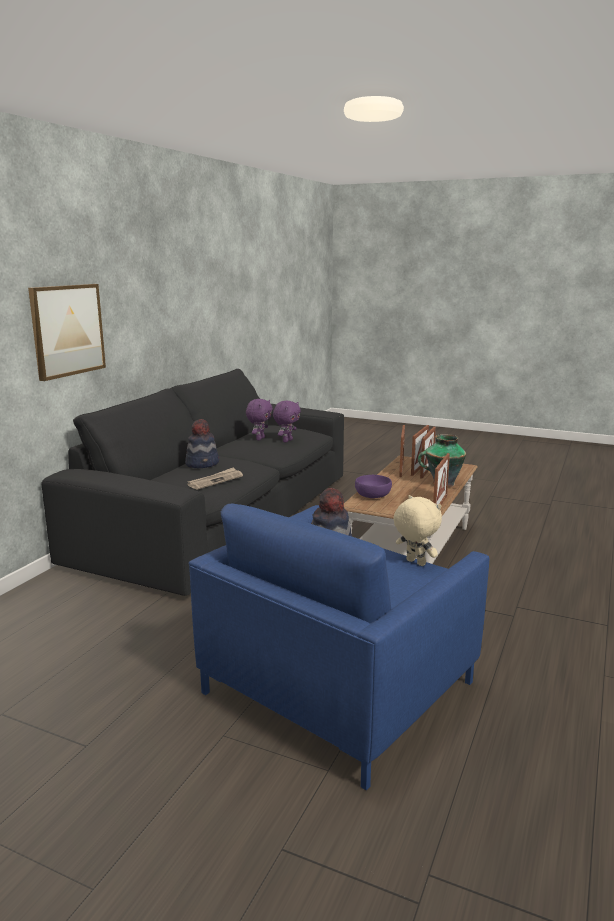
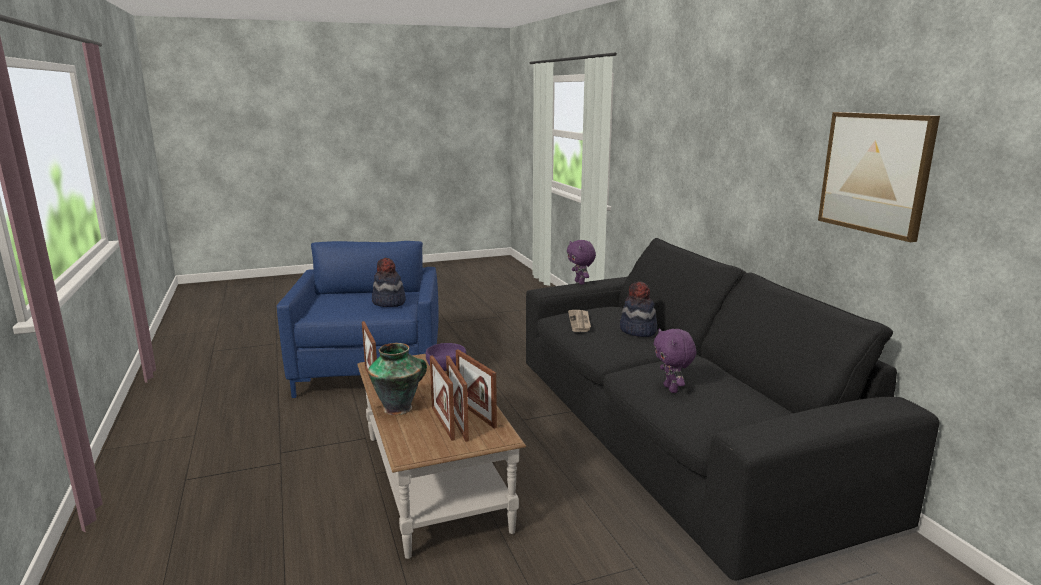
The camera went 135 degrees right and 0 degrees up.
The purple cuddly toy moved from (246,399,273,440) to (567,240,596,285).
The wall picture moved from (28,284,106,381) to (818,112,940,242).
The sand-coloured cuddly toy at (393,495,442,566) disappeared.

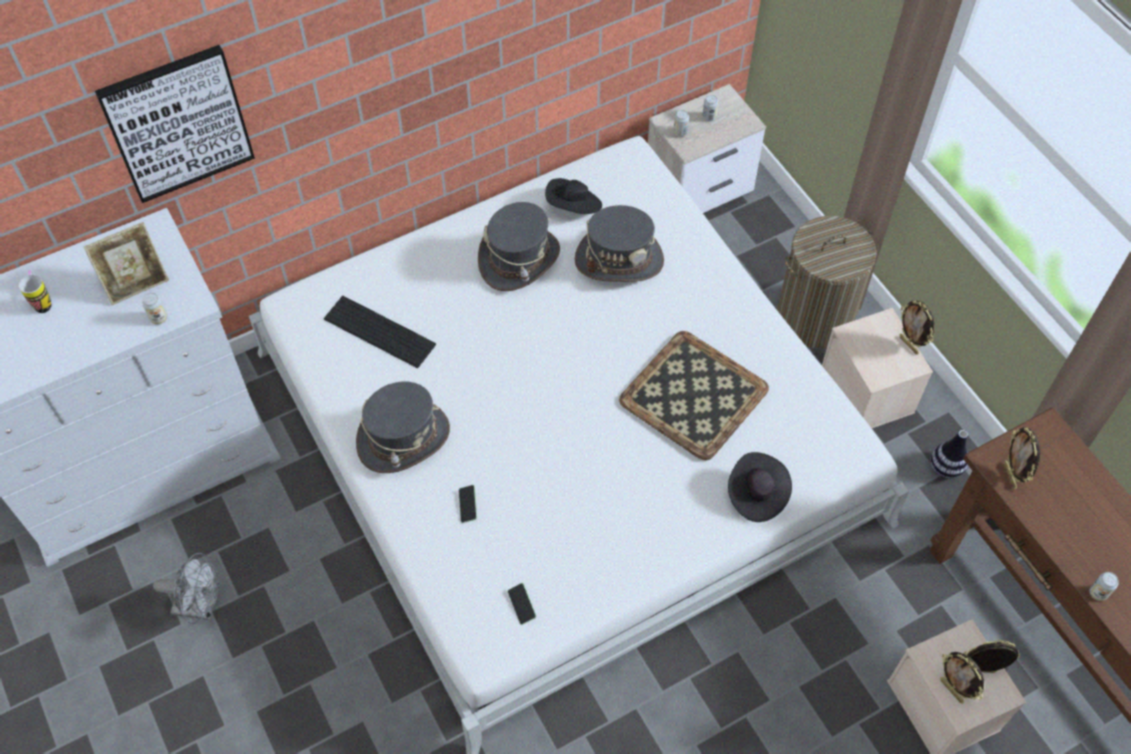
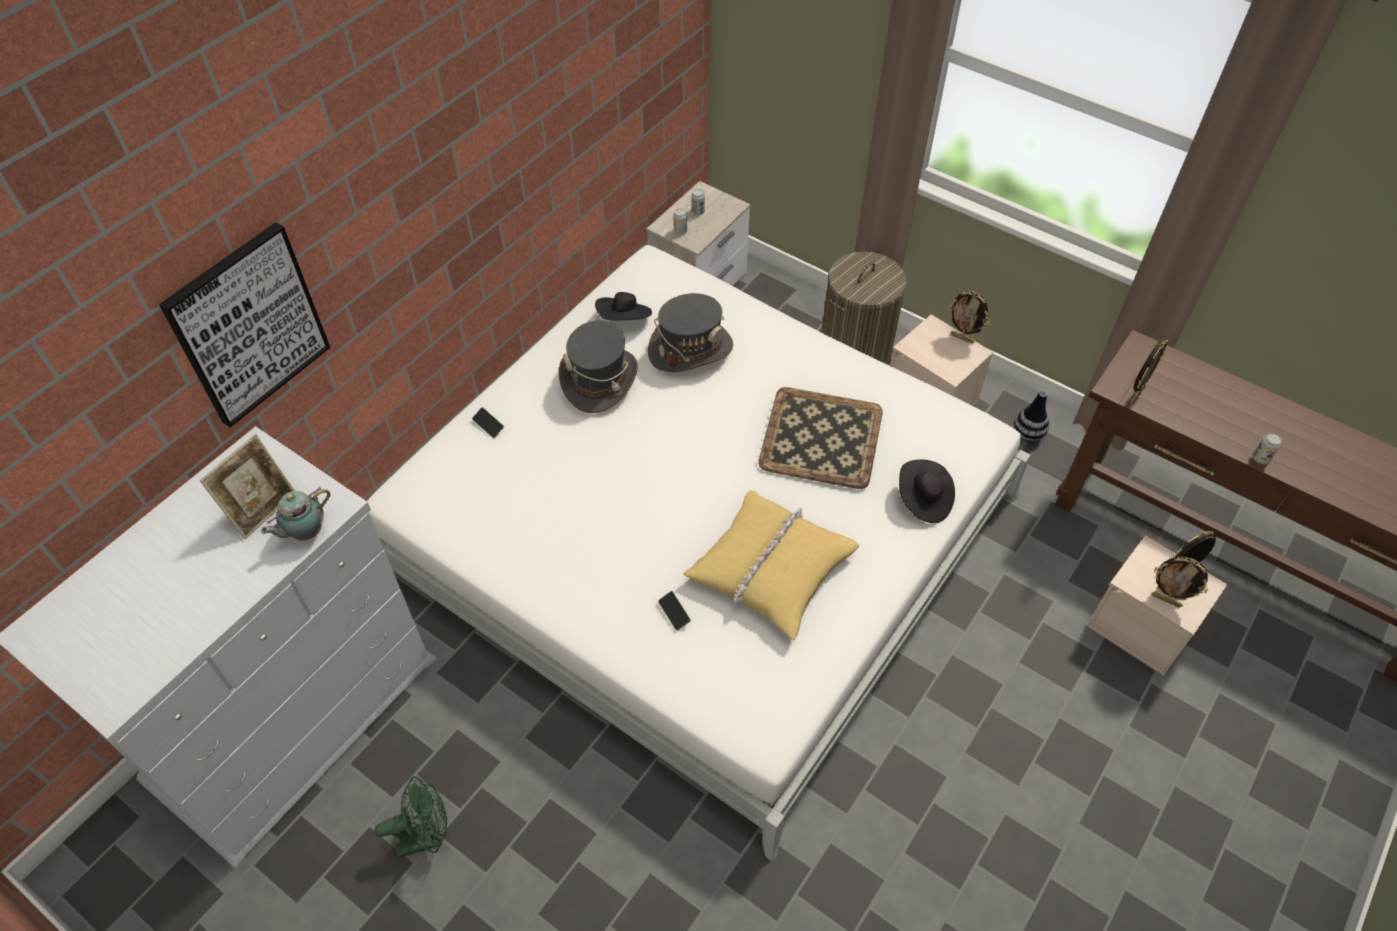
The camera went 25 degrees left and 5 degrees down.
The metal can at (142,293,168,325) was replaced by the tea pot at (261,487,330,541).
The gray electric fan at (153,553,219,624) became the green electric fan at (375,776,447,858).
The telephone moved from (508,583,536,625) to (472,407,504,438).
The yellow cushion at (683,490,859,640) appeared.
The picture frame at (1004,427,1040,490) turned 105 degrees counterclockwise.
The tea mug at (19,270,52,313) disappeared.
The computer keyboard at (324,296,436,368) disappeared.
The gray wearable hat at (356,382,450,473) disappeared.

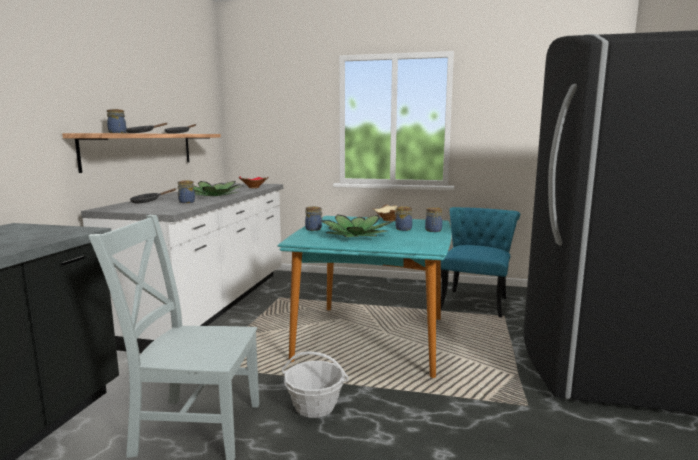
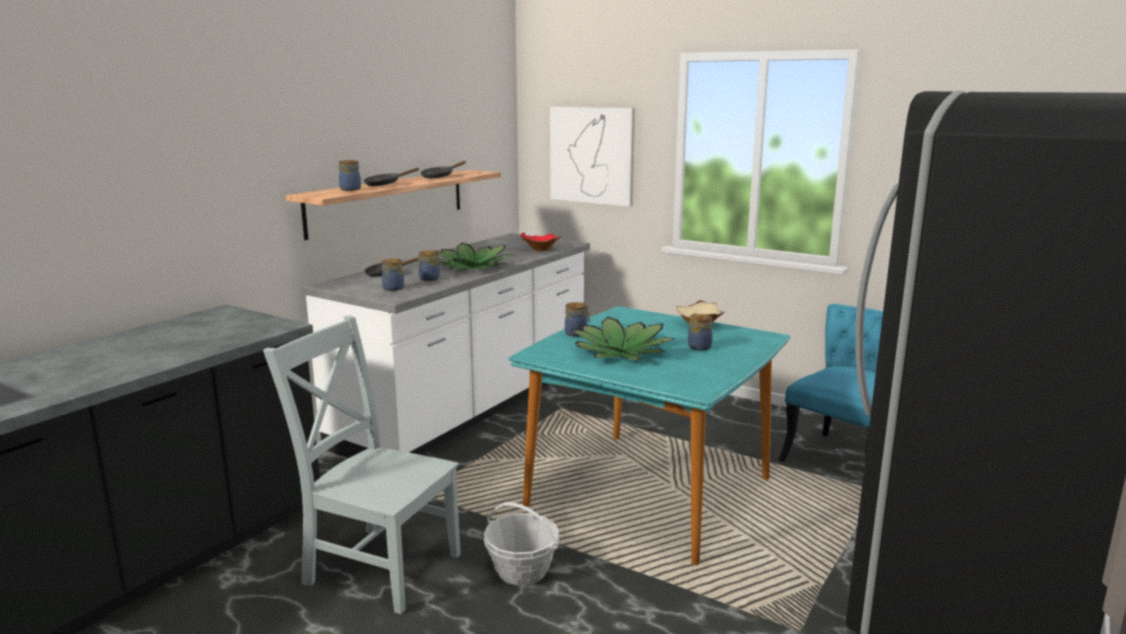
The camera went 20 degrees right and 5 degrees up.
The storage jar moved from (425,207,442,232) to (382,258,404,291).
The wall picture at (550,106,635,207) appeared.

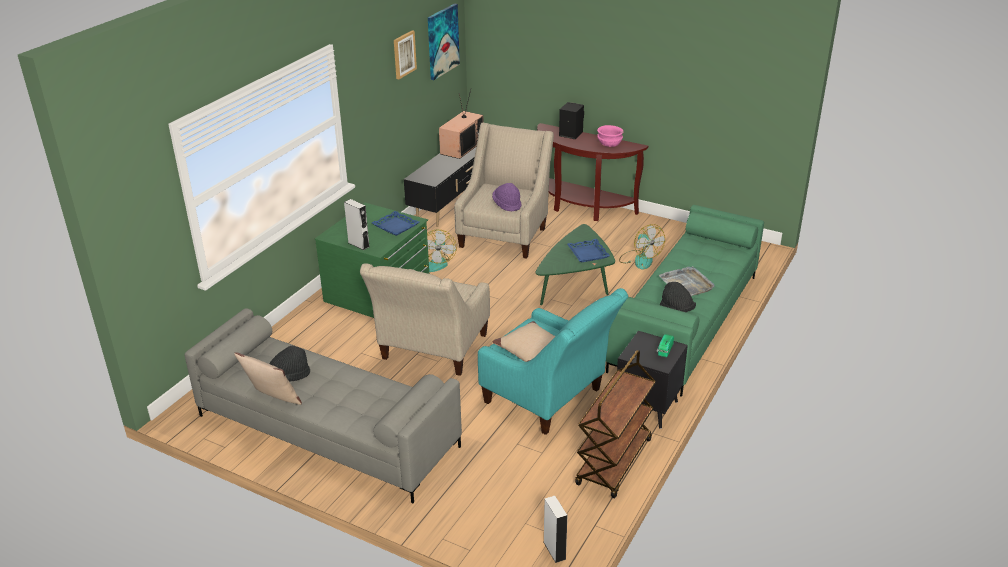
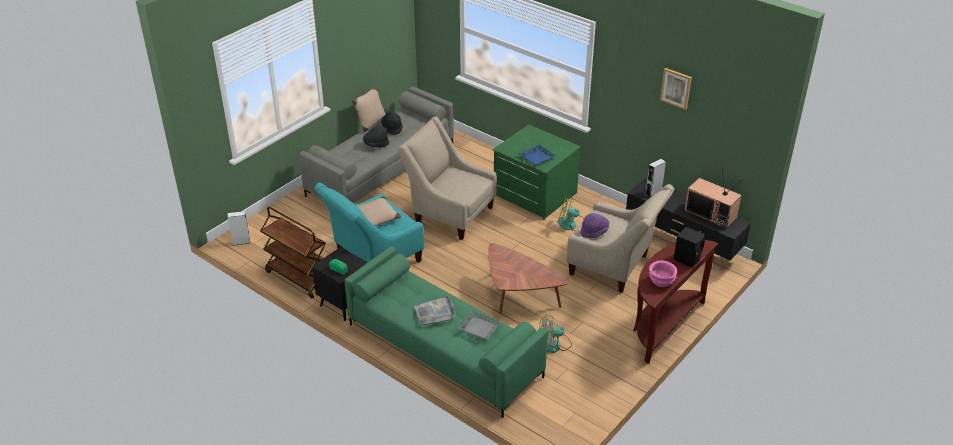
The camera went 100 degrees right and 5 degrees up.
The black-coloured wearable hat moved from (660,282,696,312) to (363,126,389,148).
The gray carrying tray at (458,311,501,340) appeared.
The green low table at (535,224,615,305) became the brownish low table at (488,243,569,313).
The gray speaker moved from (344,199,369,250) to (645,159,666,197).
The wall picture at (428,3,460,80) disappeared.
The bluish carrying tray at (567,239,610,263) disappeared.

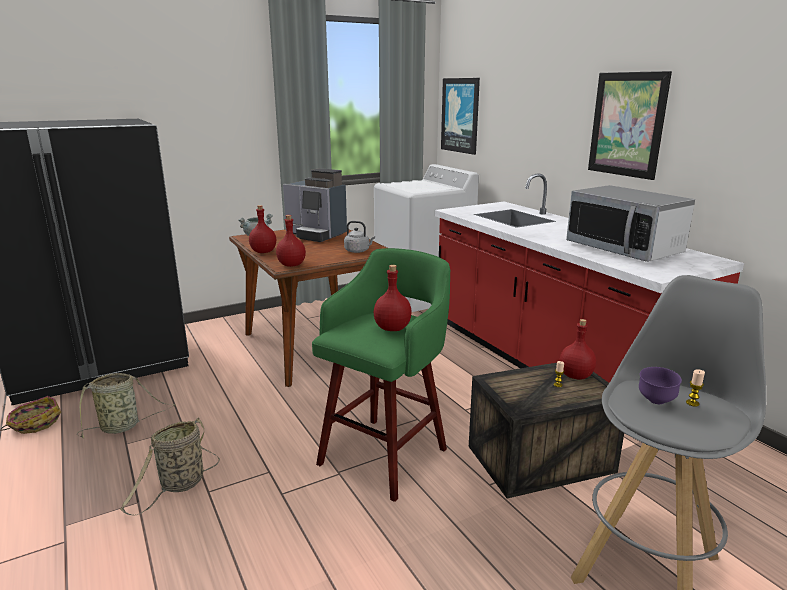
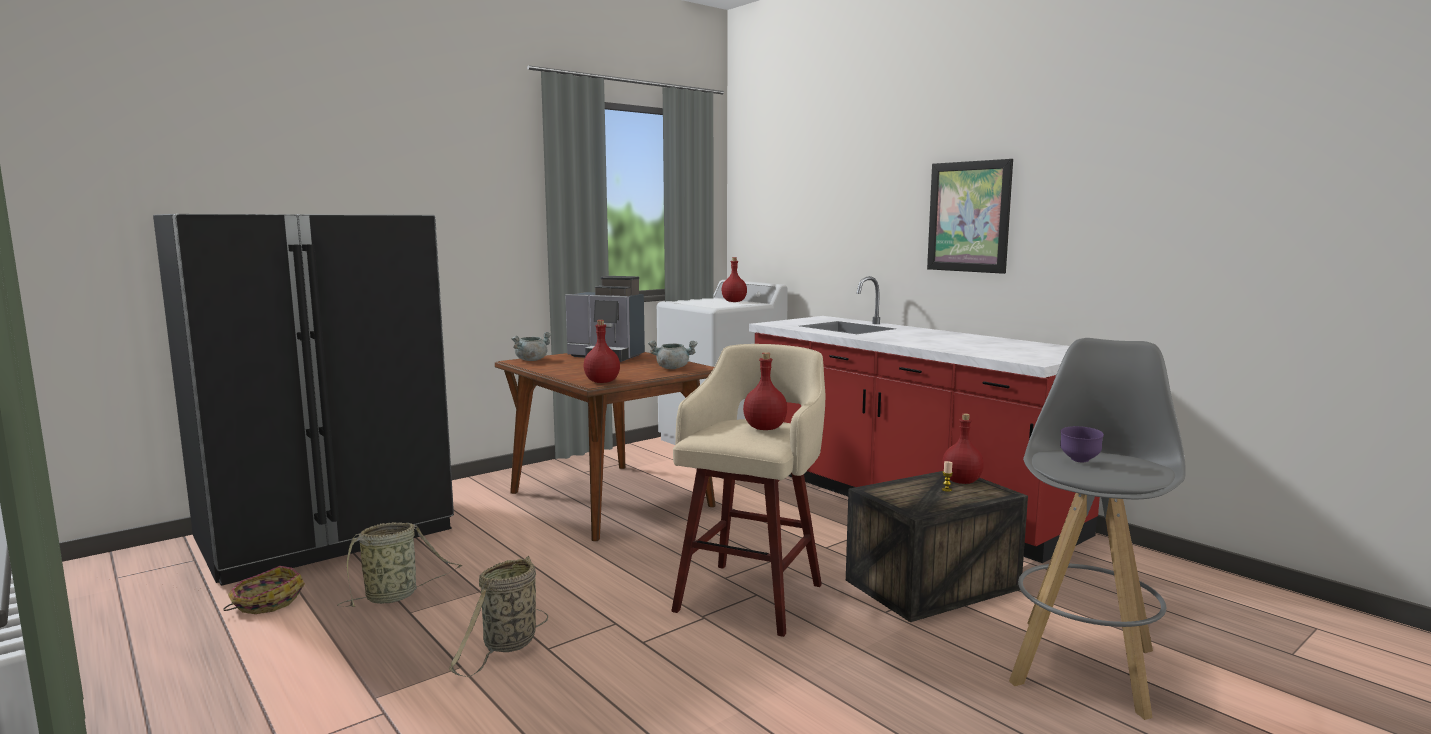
The camera went 10 degrees left and 10 degrees down.
The gray water kettle at (344,221,375,253) was replaced by the gray saucepot at (648,340,697,369).
The green sitting stool at (312,248,450,502) became the sand-coloured sitting stool at (671,344,826,637).
The red drink bottle moved from (249,205,276,253) to (721,257,747,302).
The wall picture at (441,78,480,155) disappeared.
The microwave at (566,185,695,262) disappeared.
The candle at (686,369,705,407) disappeared.

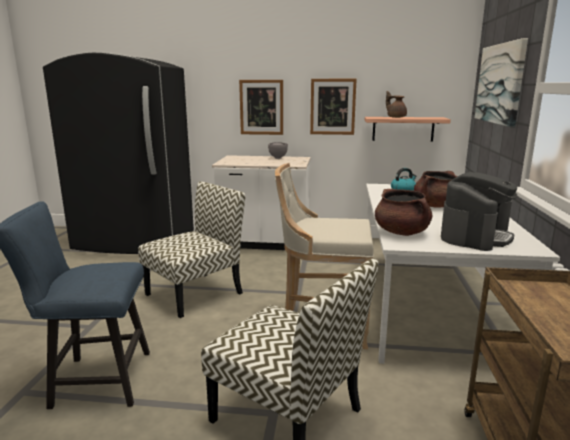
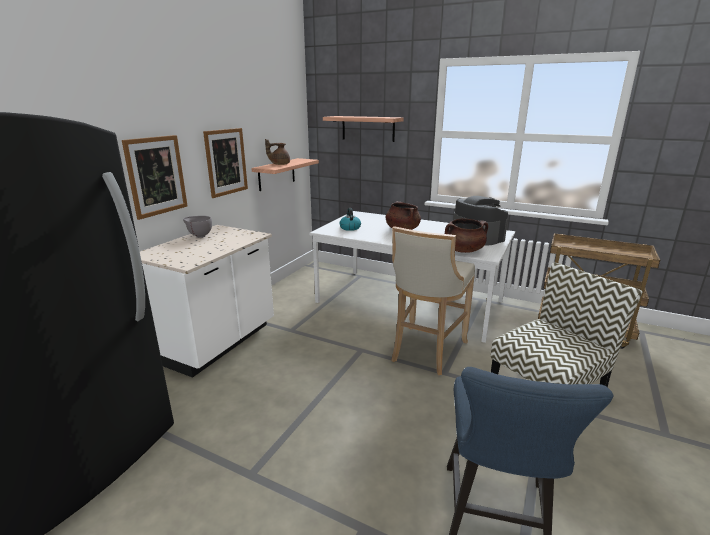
The camera went 70 degrees left and 5 degrees up.
The wall picture at (475,38,528,127) was replaced by the shelf at (323,116,404,142).
The upright chair at (138,181,245,318) disappeared.

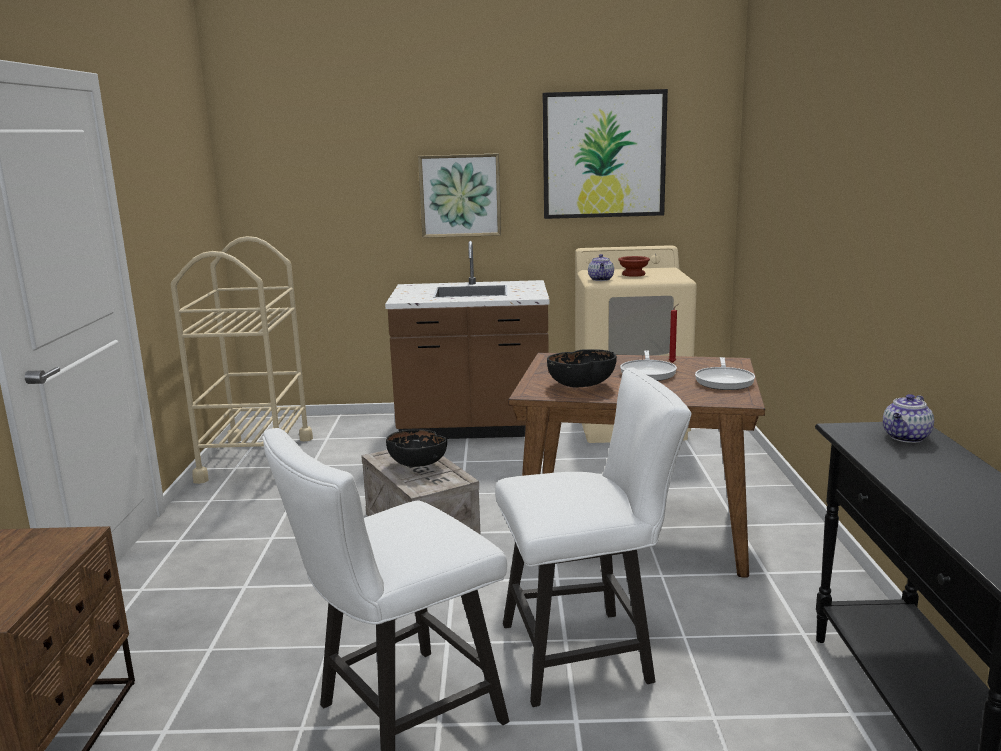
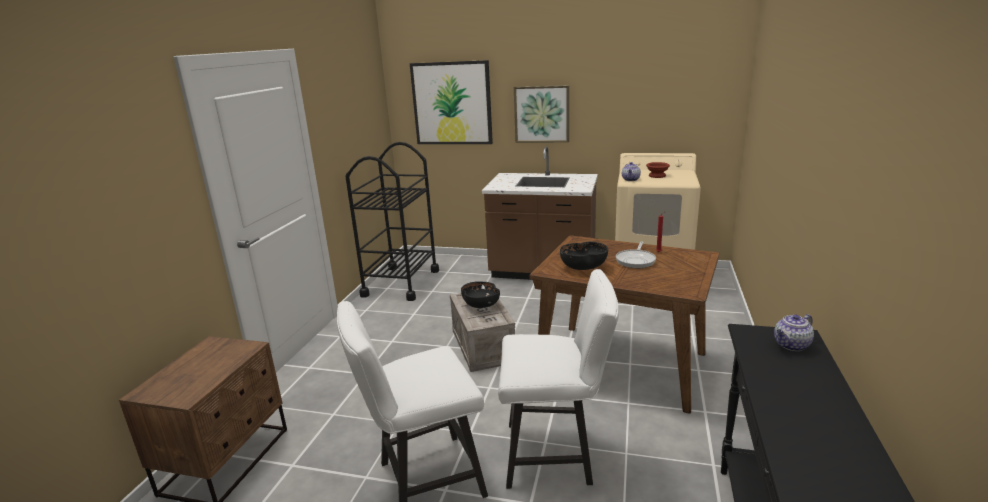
The camera went 15 degrees right and 5 degrees up.
The sand-coloured wheeled cart at (171,236,313,484) became the black-coloured wheeled cart at (345,142,439,301).
The wall picture moved from (543,89,668,219) to (410,60,493,144).
The frying pan at (695,357,755,390) disappeared.

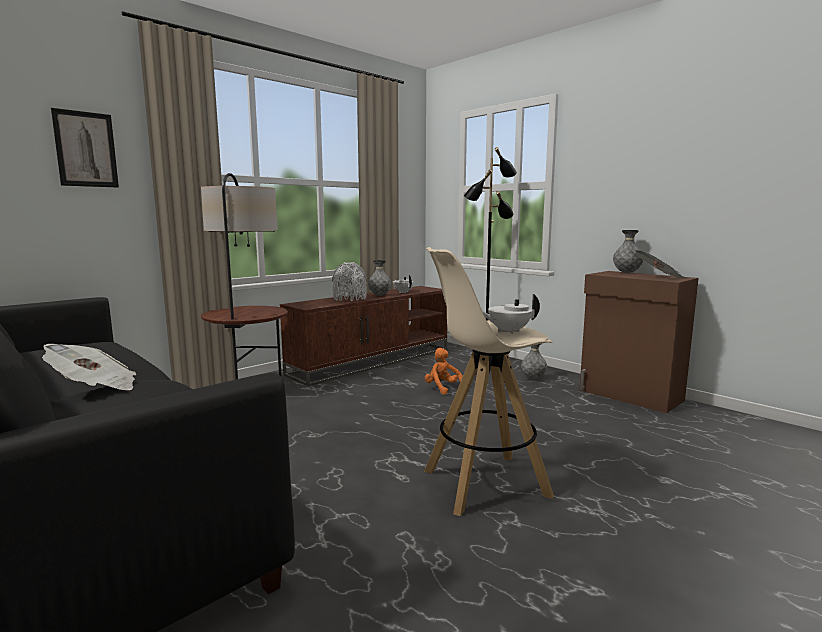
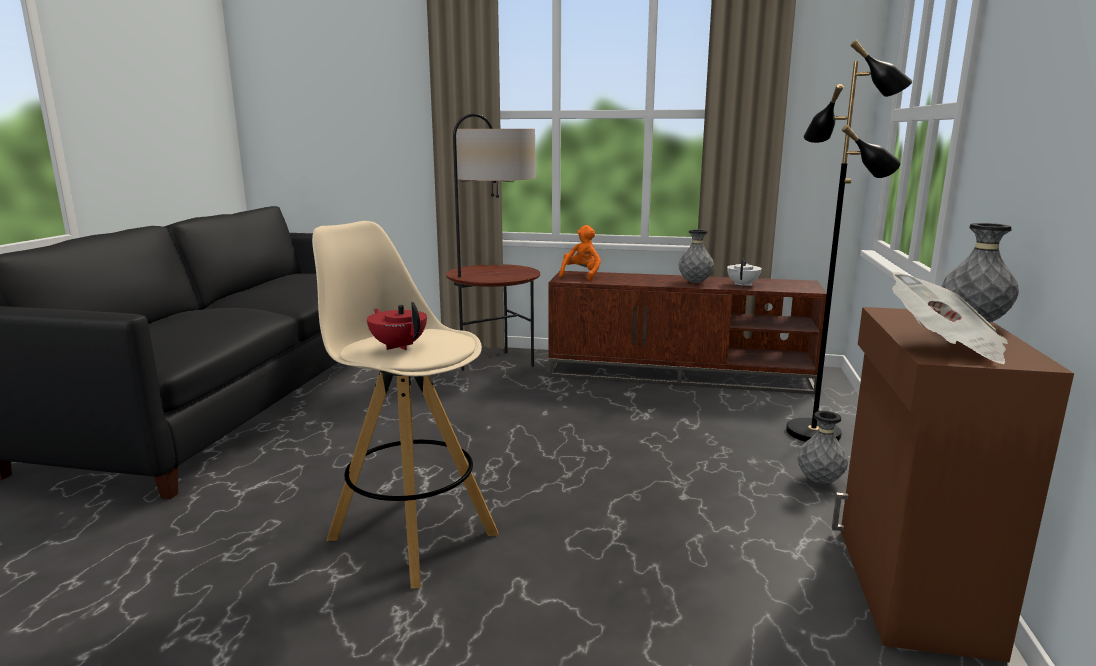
The camera went 55 degrees right and 5 degrees up.
The whitish tea pot at (483,294,540,334) became the red tea pot at (367,302,427,350).
The orangey cuddly toy moved from (425,348,463,395) to (559,225,601,281).
The newspaper at (42,344,136,390) disappeared.
The wall picture at (51,108,119,188) disappeared.
The gray vase at (332,262,367,301) disappeared.

